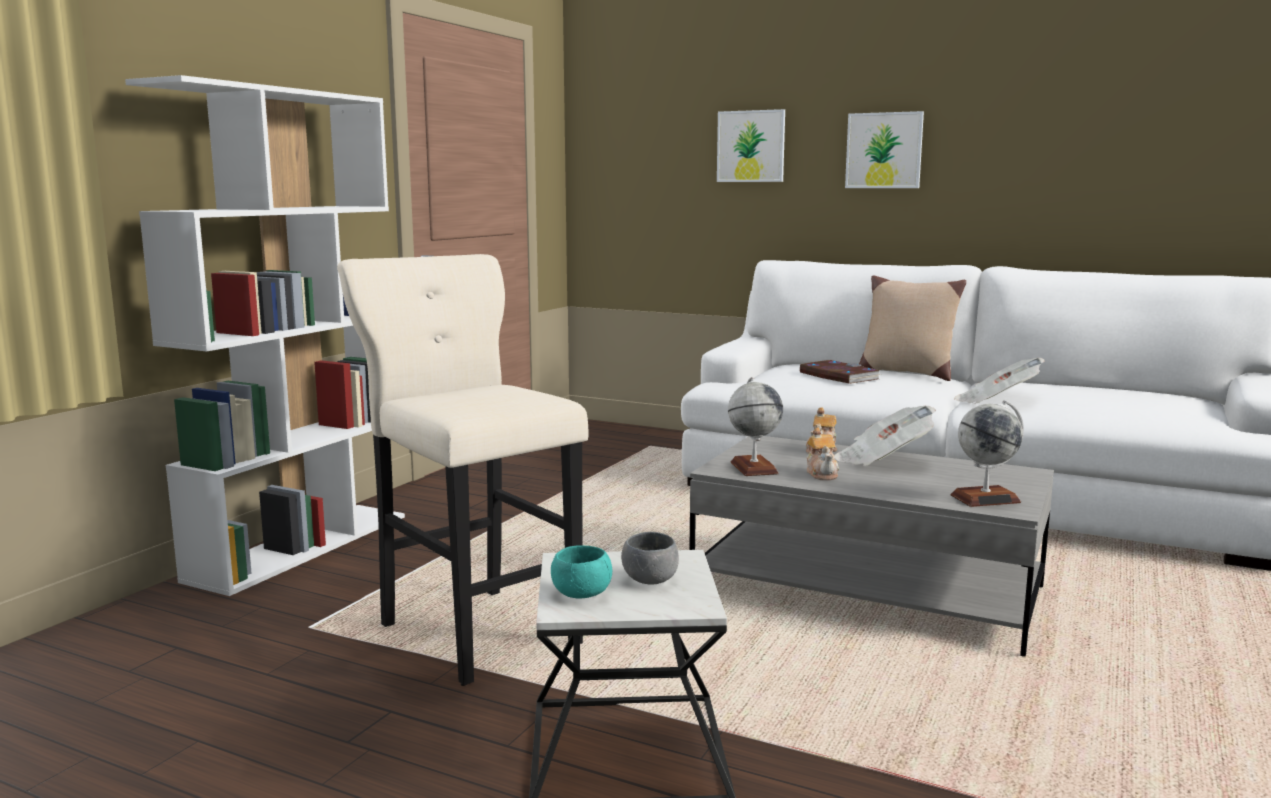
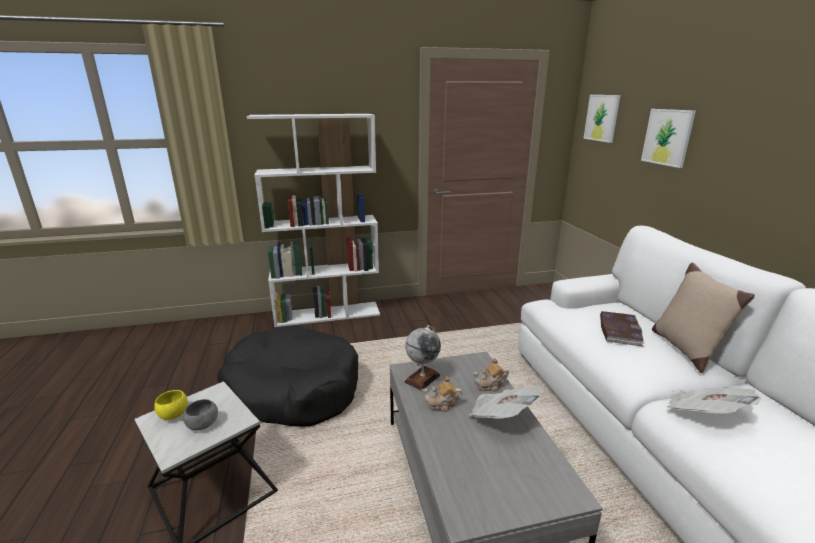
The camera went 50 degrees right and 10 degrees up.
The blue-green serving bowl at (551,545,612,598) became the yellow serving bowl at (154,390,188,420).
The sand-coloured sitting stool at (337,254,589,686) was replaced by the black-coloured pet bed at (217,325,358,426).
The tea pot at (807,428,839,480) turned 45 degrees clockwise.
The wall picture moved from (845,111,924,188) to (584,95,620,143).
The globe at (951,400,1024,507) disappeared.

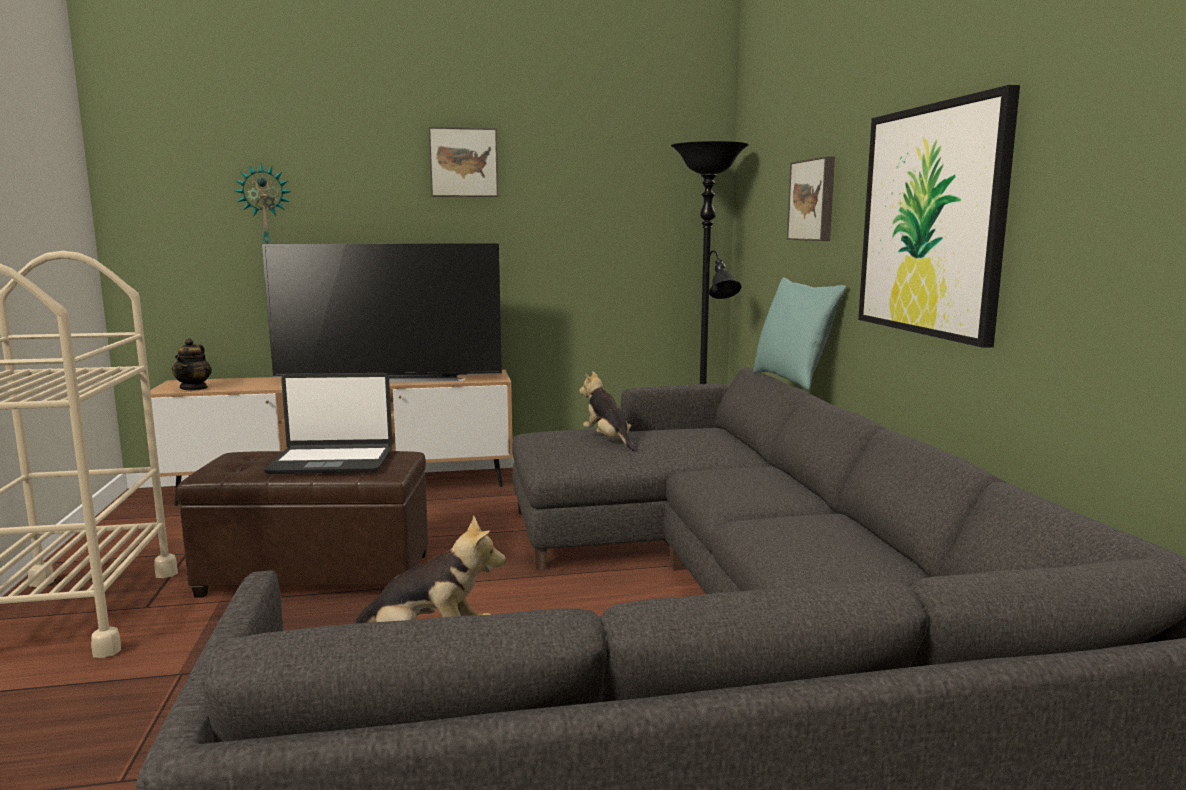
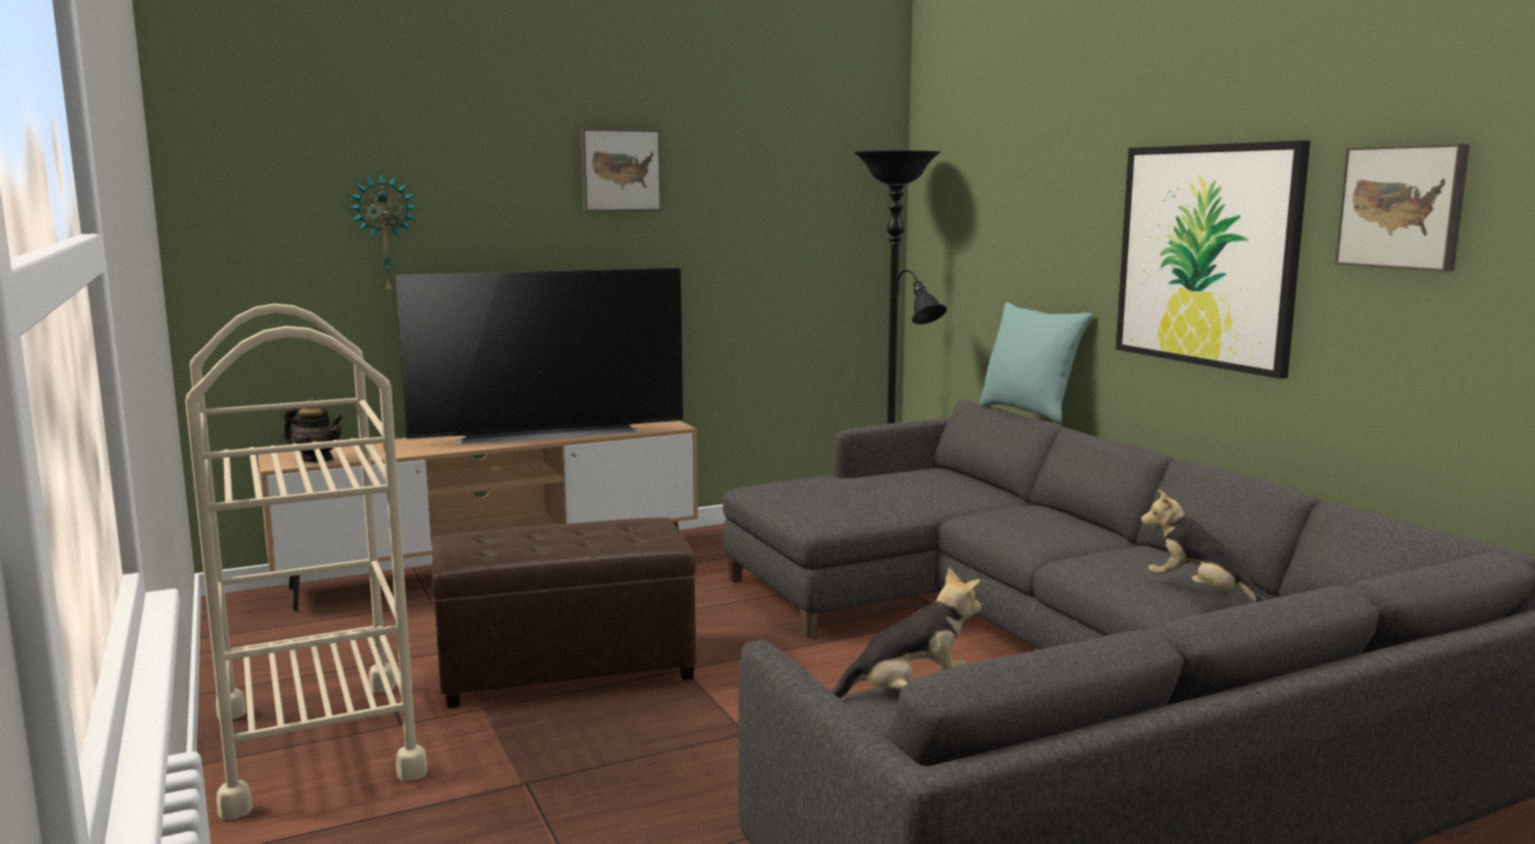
The camera went 15 degrees left and 0 degrees up.
The tea pot at (172,338,212,391) turned 60 degrees counterclockwise.
The cuddly toy moved from (579,371,638,451) to (1141,489,1268,602).
The wall picture moved from (787,156,835,241) to (1335,144,1470,272).
The laptop at (264,373,393,474) disappeared.

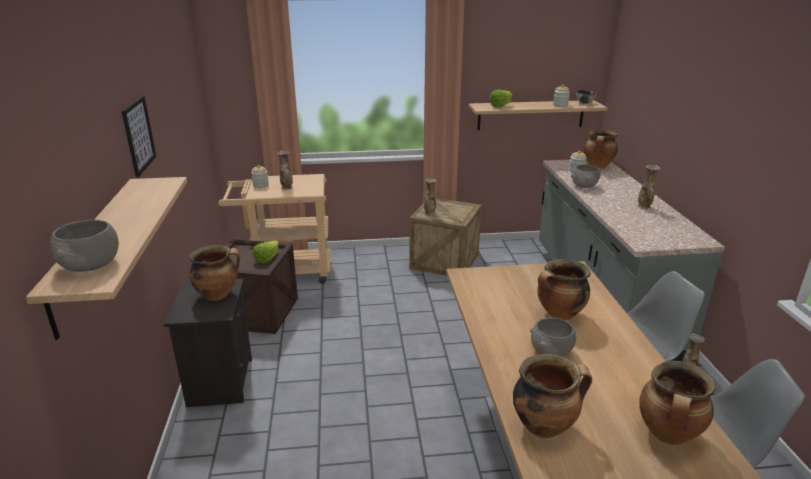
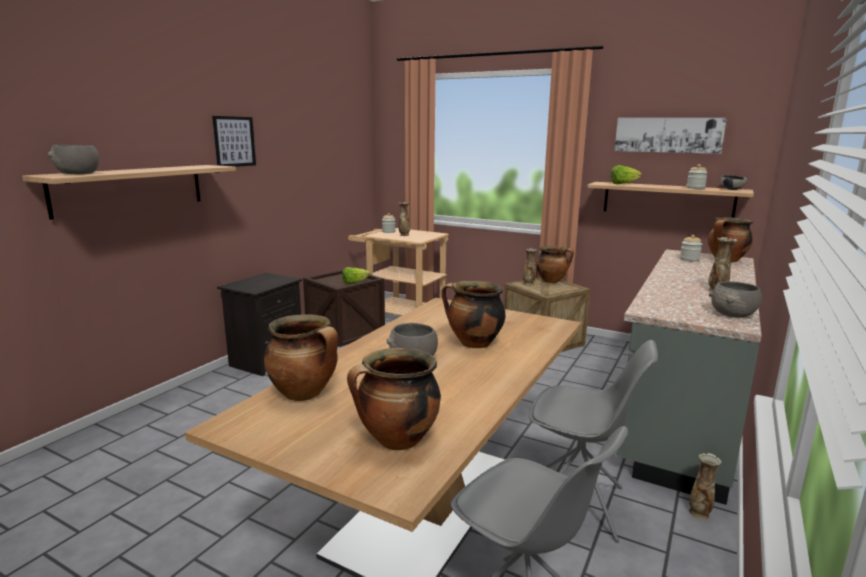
The camera went 35 degrees right and 10 degrees down.
The saucepot moved from (189,245,240,301) to (536,246,574,283).
The wall picture at (614,118,727,154) appeared.
The gray serving bowl moved from (571,165,600,188) to (709,281,762,318).

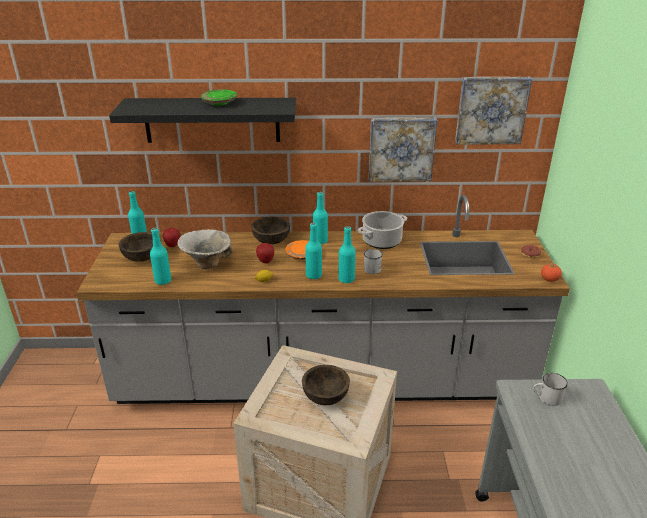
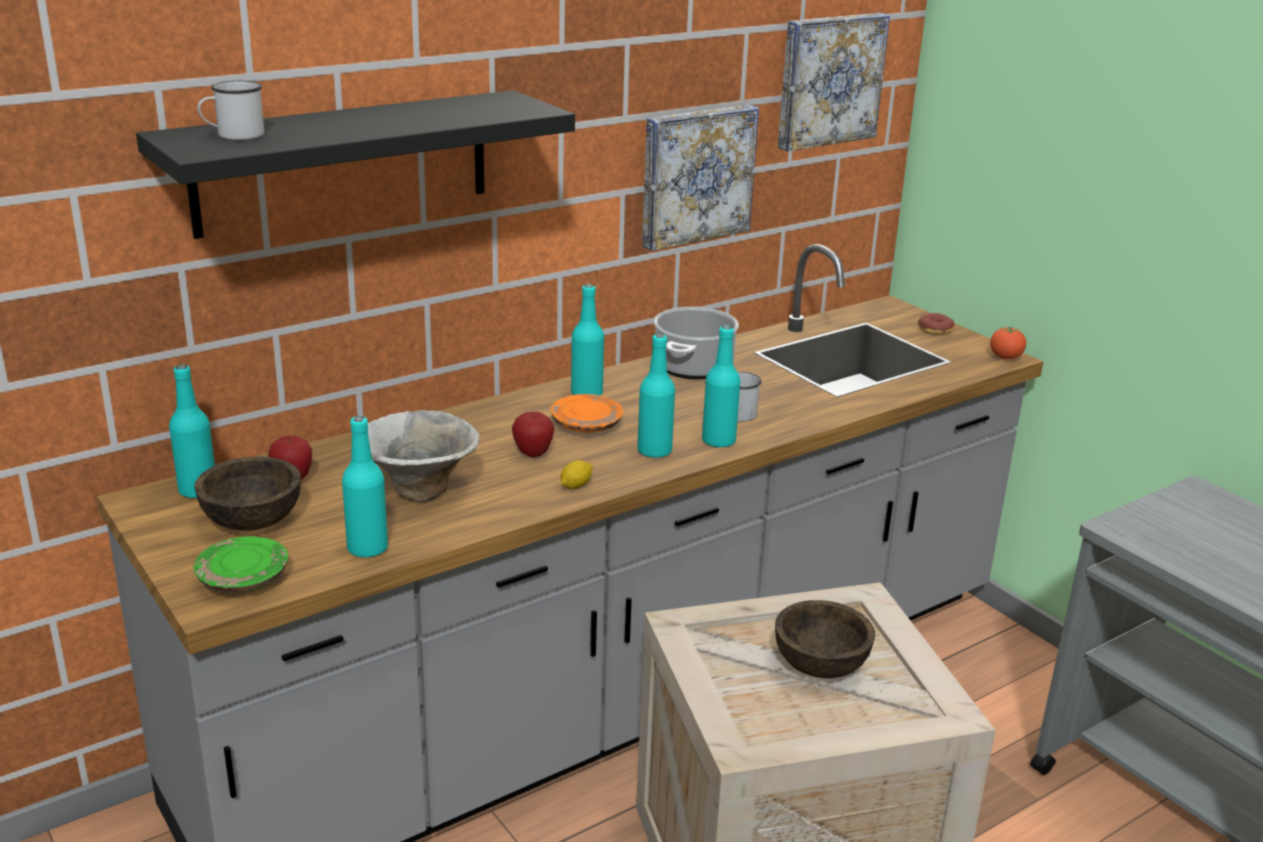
The camera went 35 degrees left and 5 degrees down.
The green plate moved from (201,89,237,106) to (194,536,288,593).
The whitish tea mug moved from (533,373,568,406) to (197,81,264,140).
The brownish serving bowl at (251,217,290,244) disappeared.

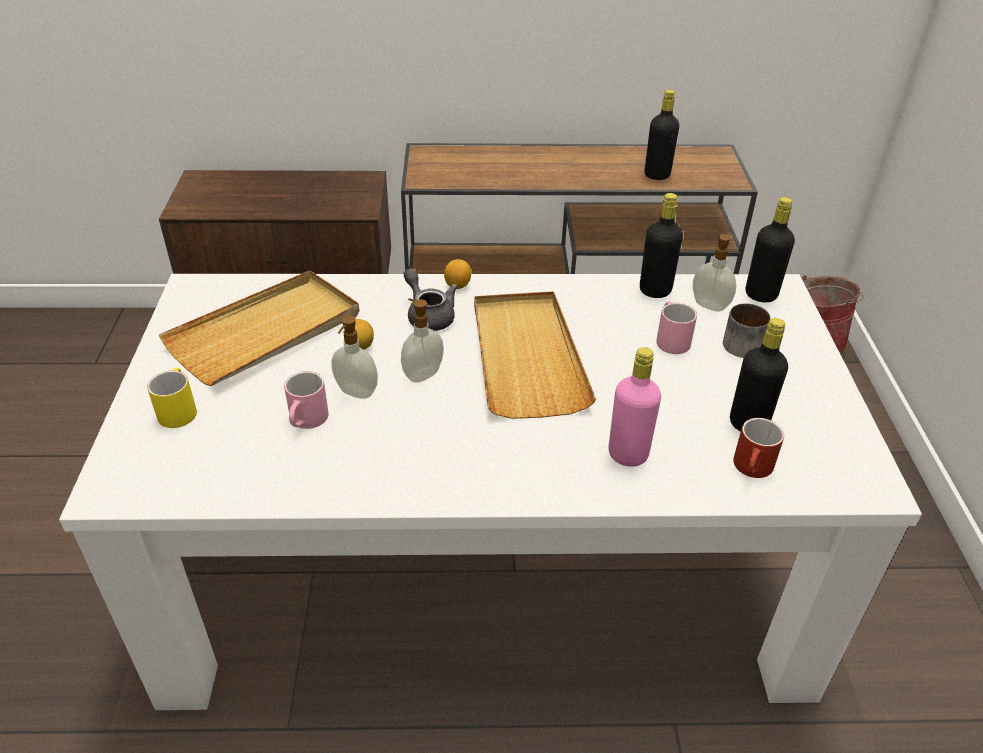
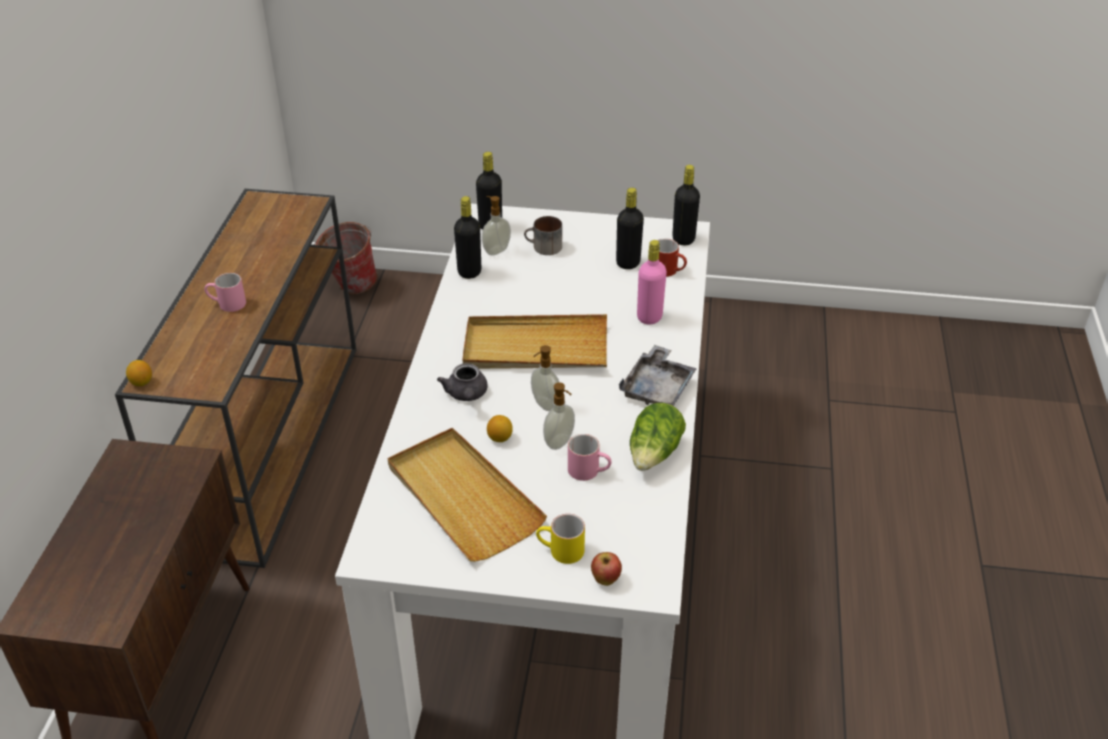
The camera went 80 degrees left and 0 degrees up.
The citrus fruit moved from (444,259,471,289) to (126,360,152,386).
The pinkish tea mug moved from (656,301,697,354) to (204,273,246,312).
The gray tea pot at (404,268,457,331) turned 75 degrees counterclockwise.
The apple fruit at (591,552,622,586) appeared.
The gray carrying tray at (619,345,697,406) appeared.
The lettuce head at (630,403,686,471) appeared.
The black-coloured drink bottle moved from (645,90,679,180) to (672,165,700,245).

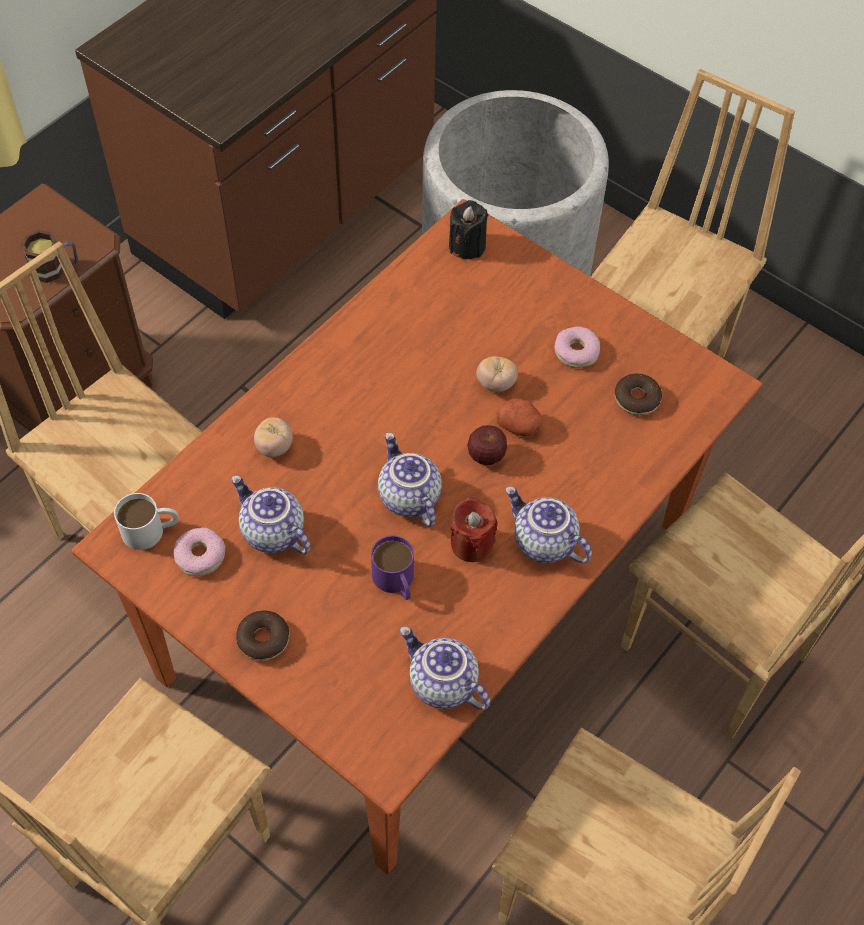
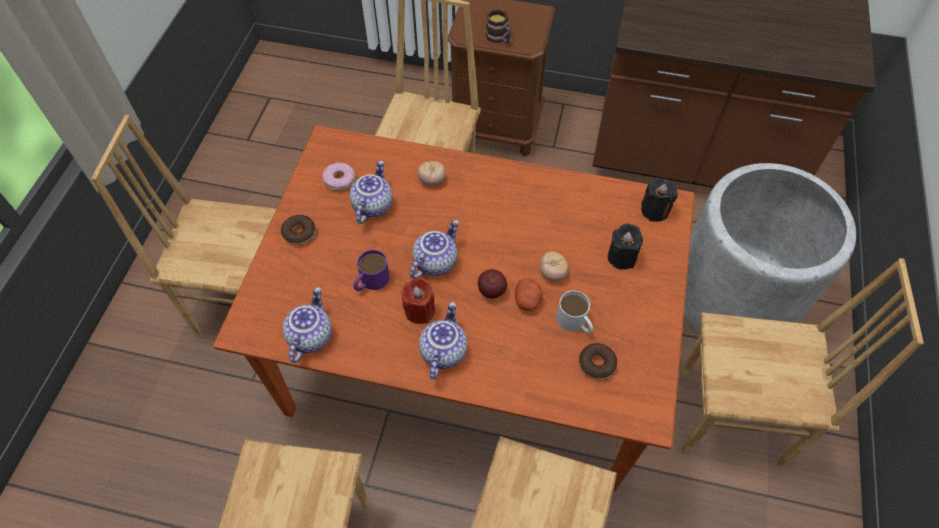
The camera went 65 degrees right and 0 degrees up.
The whitish tea mug moved from (114,493,179,550) to (556,291,593,334).
The black-coloured candle at (607,224,643,270) appeared.
The ring doughnut at (554,326,600,368) disappeared.

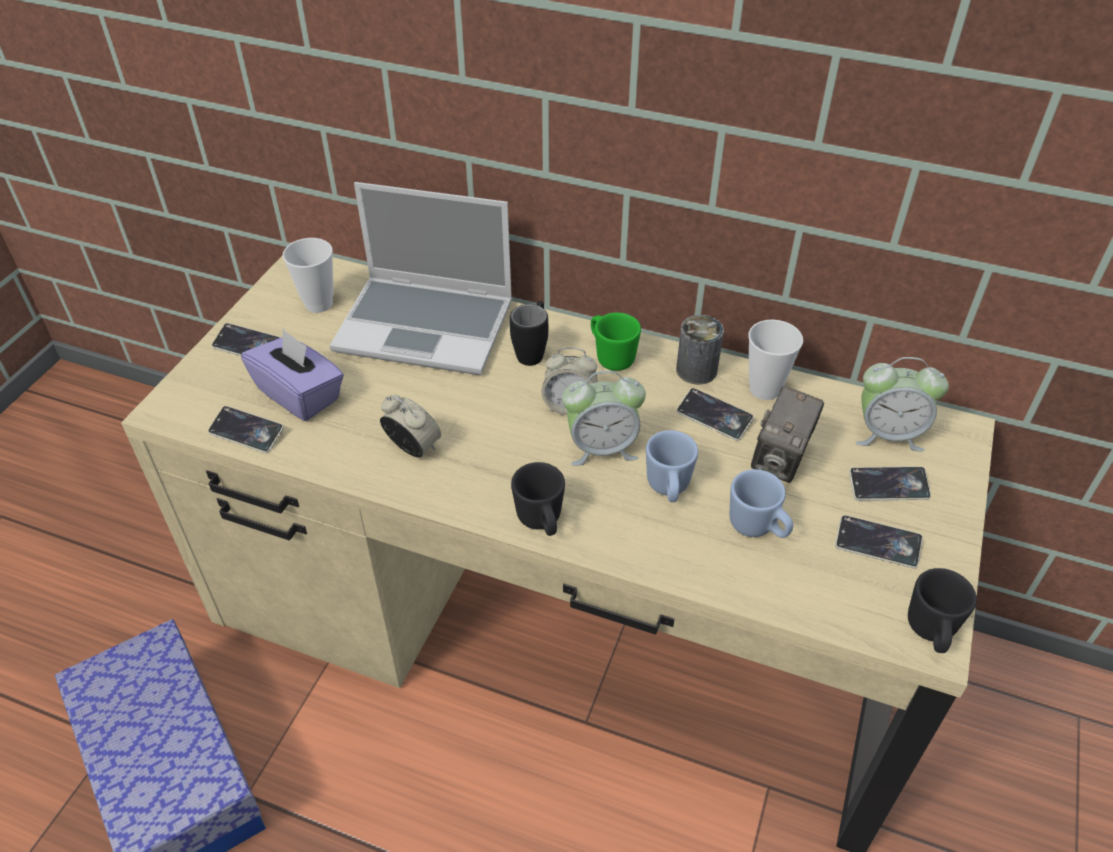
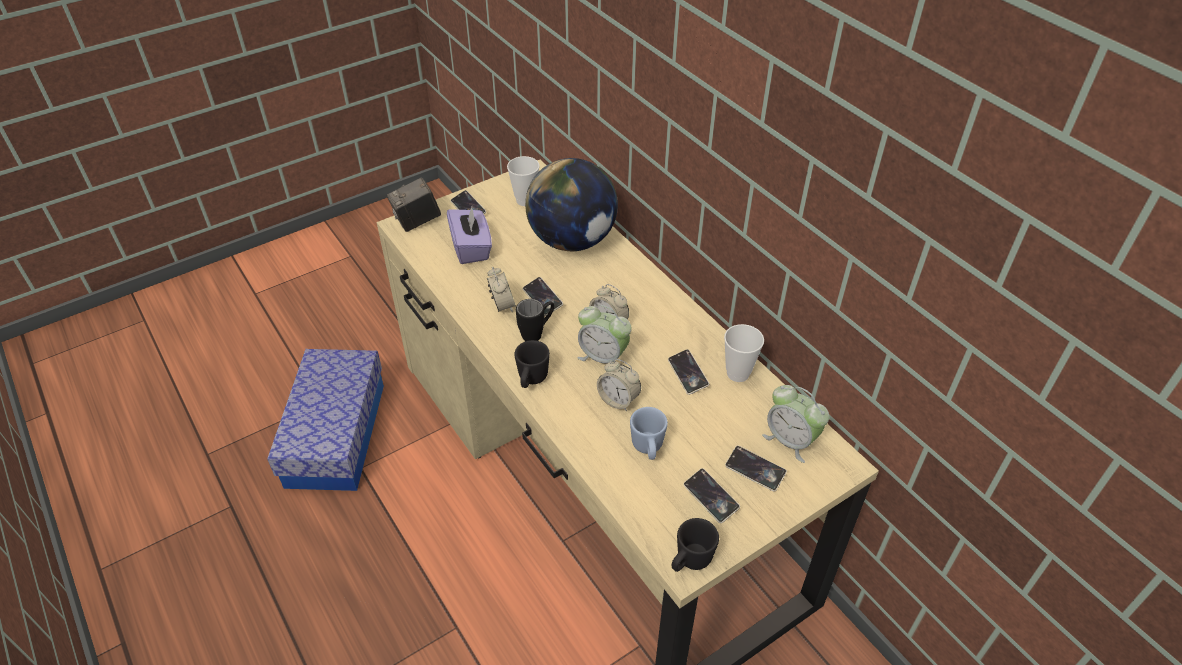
The camera went 35 degrees right and 0 degrees up.
The still camera moved from (751,386,824,483) to (387,177,441,232).
The black-coloured tea mug moved from (510,301,548,366) to (516,299,554,341).
The telephone moved from (208,406,284,453) to (523,277,563,316).
The laptop at (329,182,512,375) was replaced by the globe at (525,158,618,251).
The bluish tea mug at (646,430,698,502) was replaced by the alarm clock at (597,359,641,411).
The green tea mug at (591,313,641,371) disappeared.
The metal can at (676,315,724,385) disappeared.

